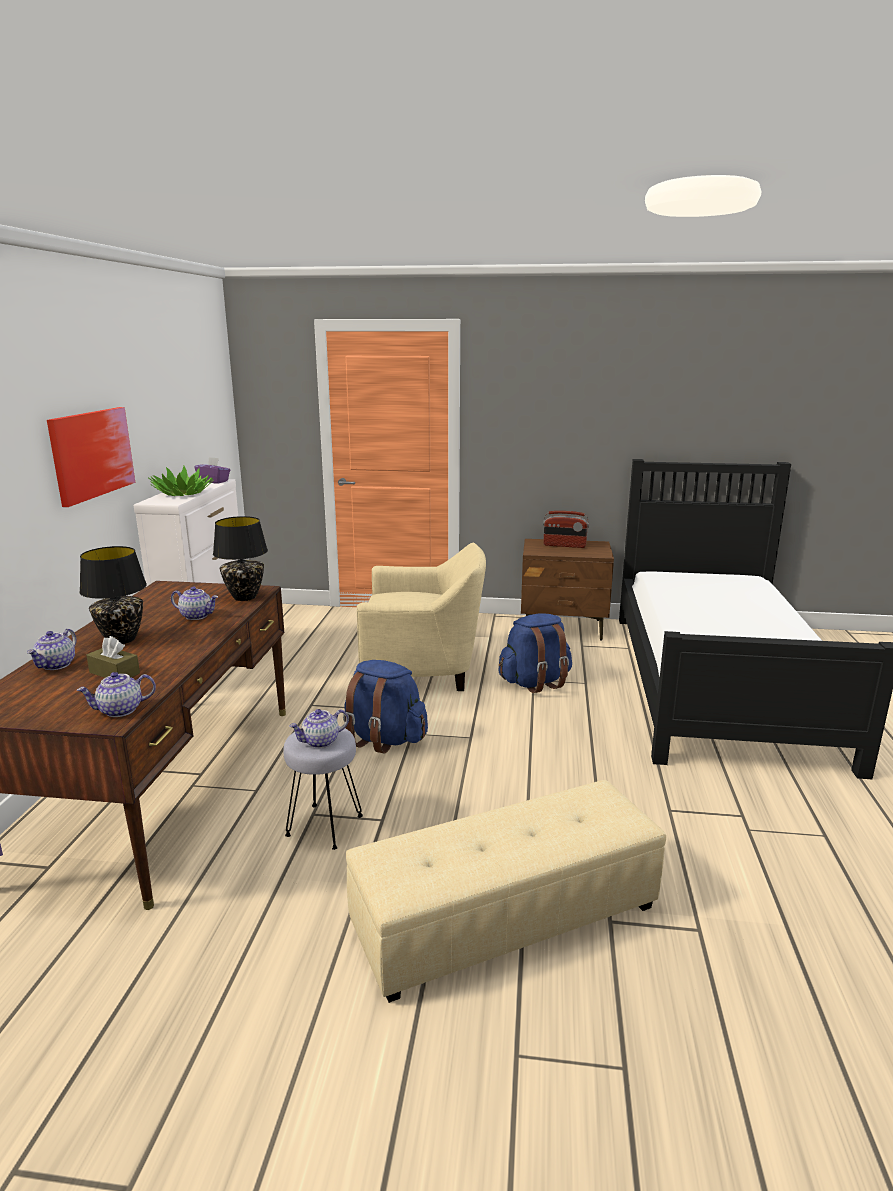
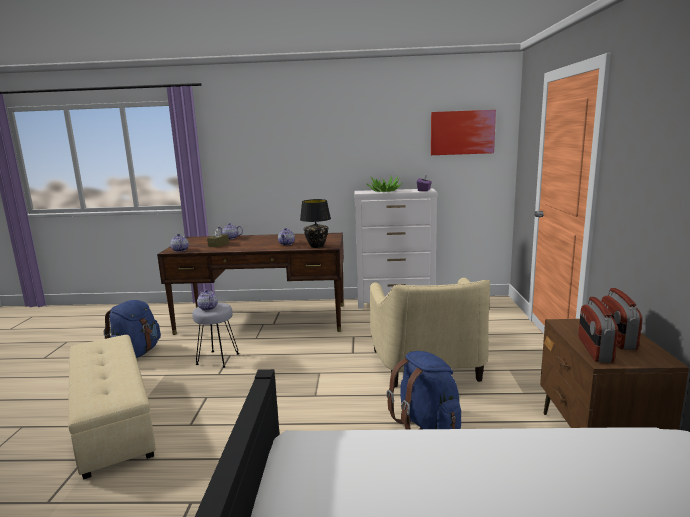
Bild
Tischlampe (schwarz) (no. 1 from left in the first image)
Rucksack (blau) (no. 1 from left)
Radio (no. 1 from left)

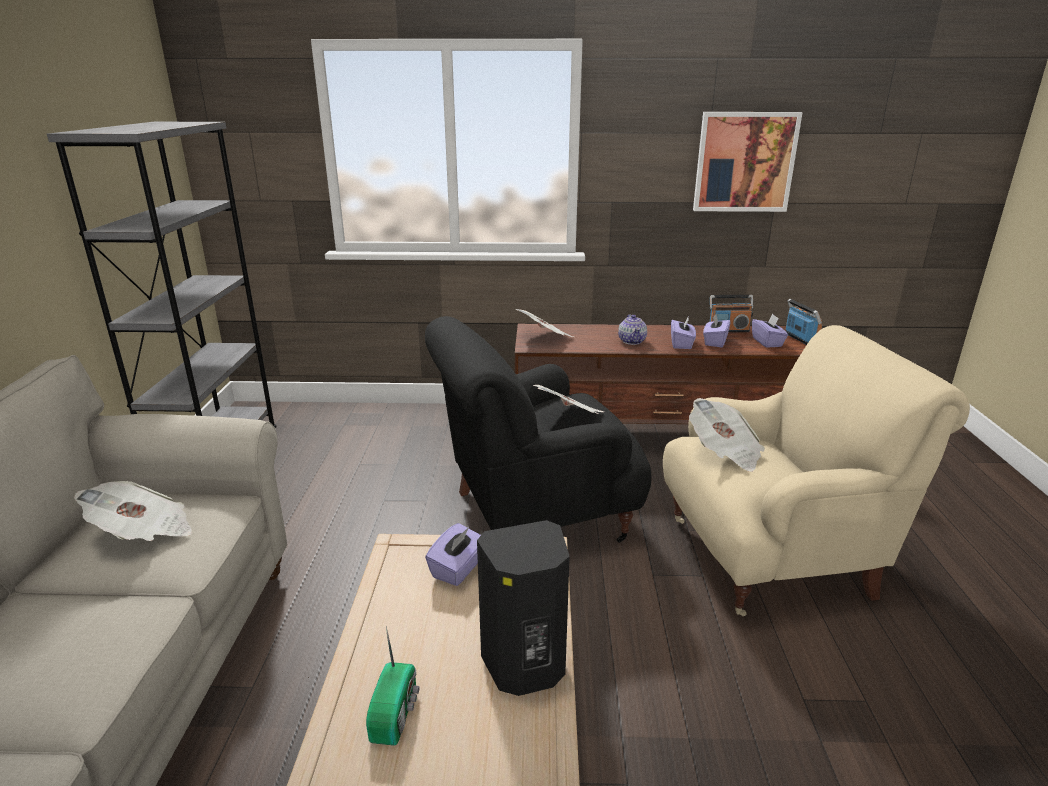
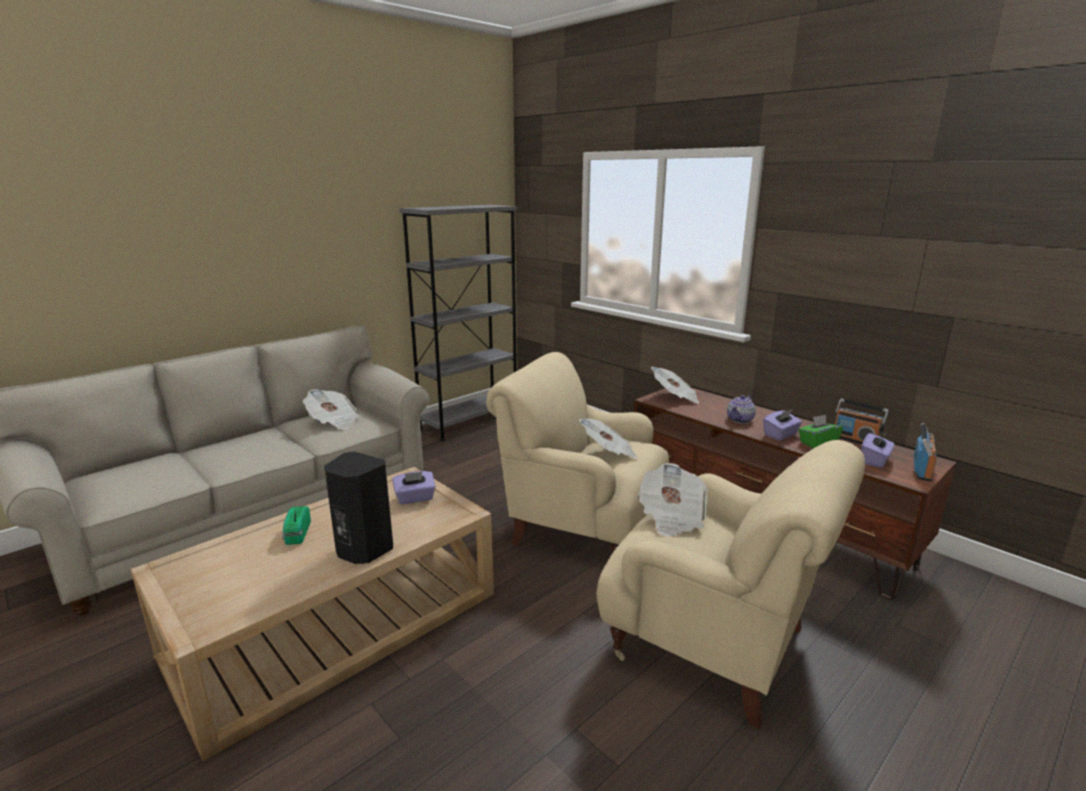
Bild
Taschentuchbox (grün)
Sessel (beige) (no. 1 from left)
Radio (no. 1 from left)

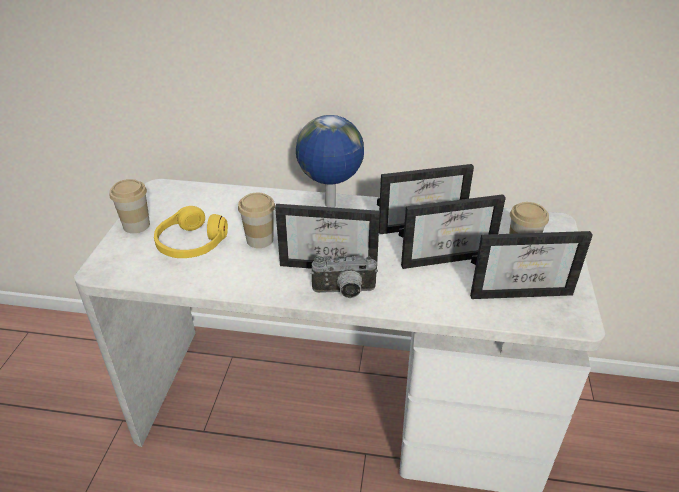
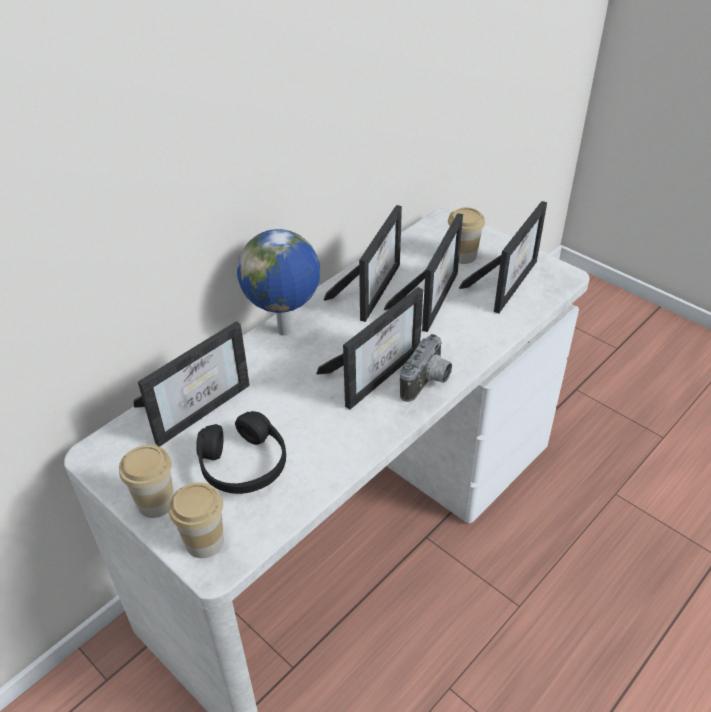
Tasse (no. 2 from left)
Kopfhörer (schwarz)
Bilderrahmen (no. 1 from left)

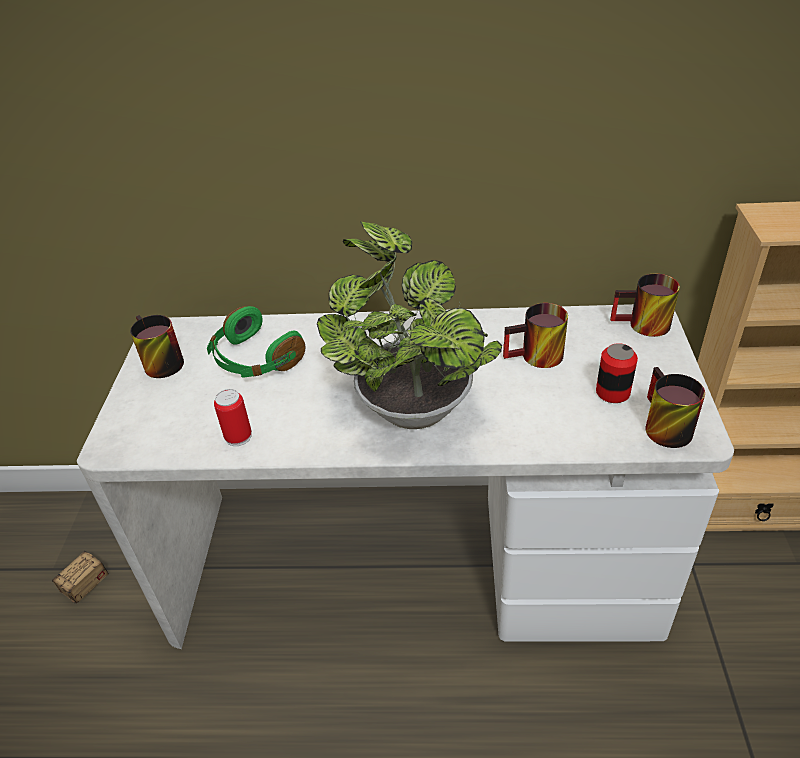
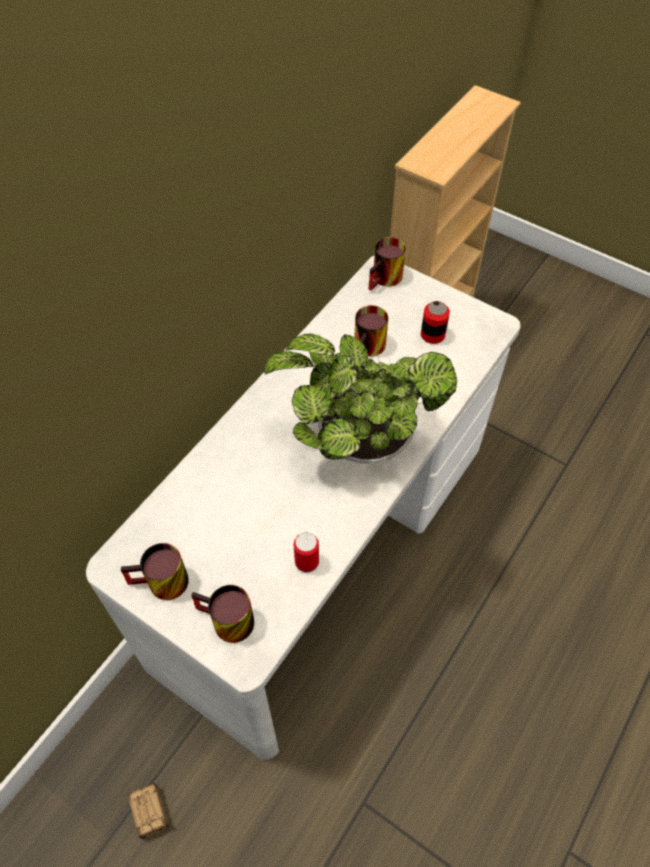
Kopfhörer (grün)
Henkelbecher (no. 2 from left)

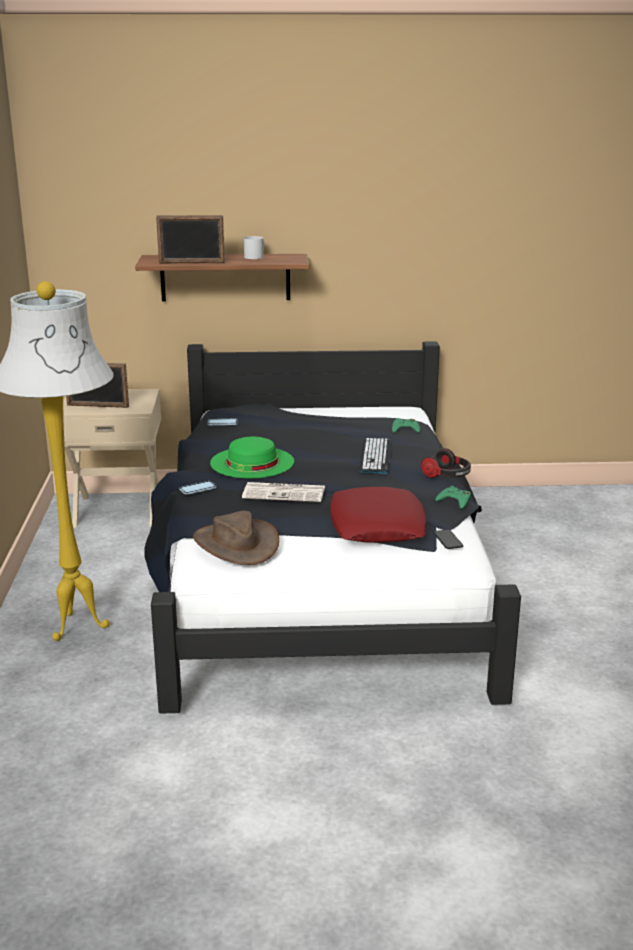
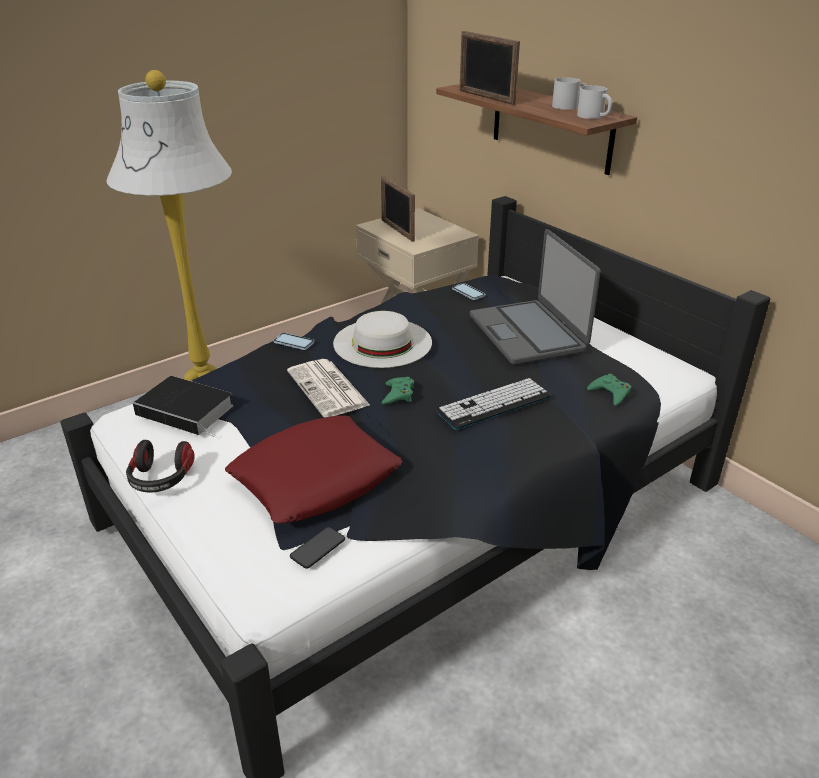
Hut (weiß)
Kopfhörer
Gamepad (grün) (no. 1 from left)
Buch
Henkelbecher (weiß) (no. 2 from left)
Laptop

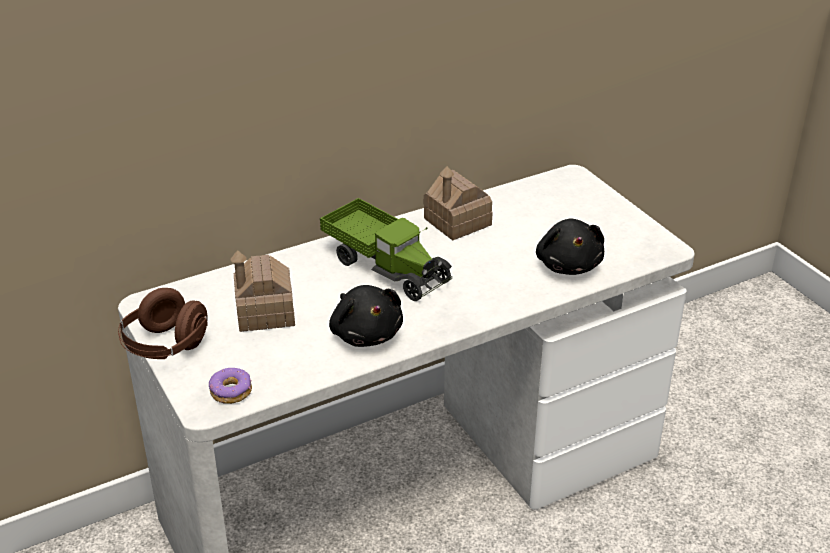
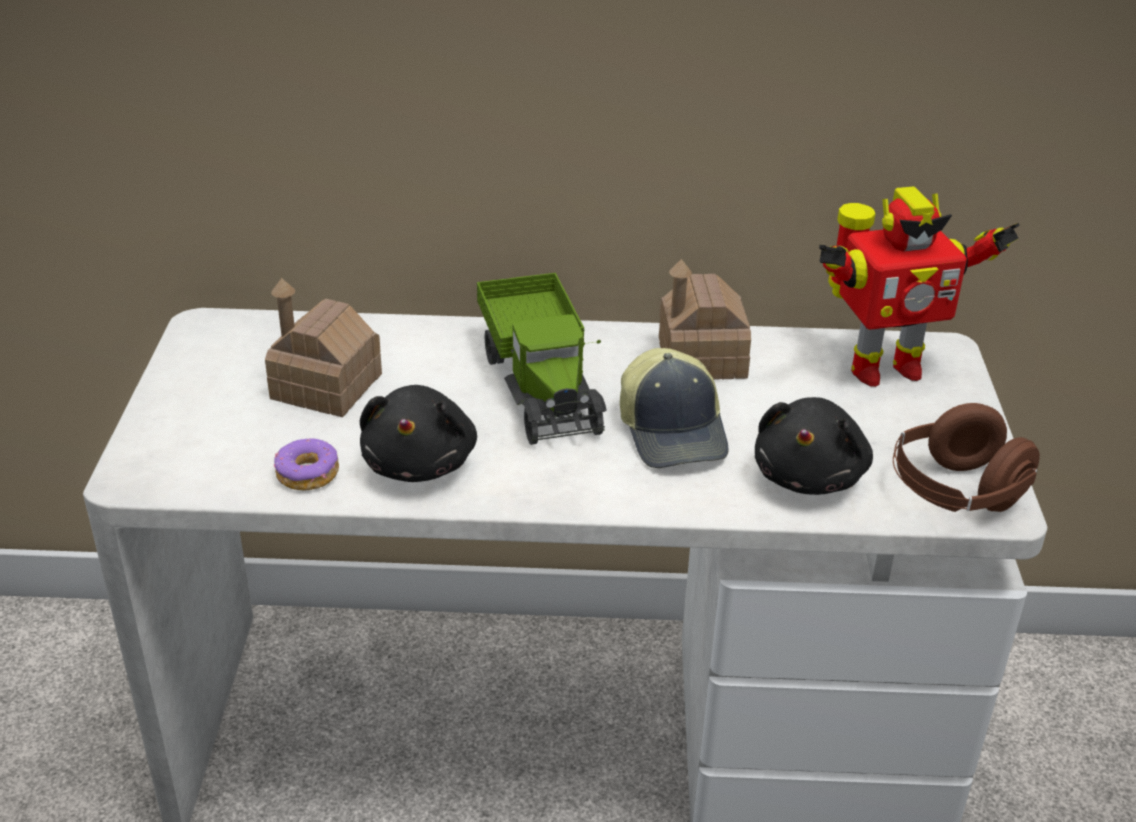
Kopfhörer (braun)
Donut
Spielzeugroboter
Kappe

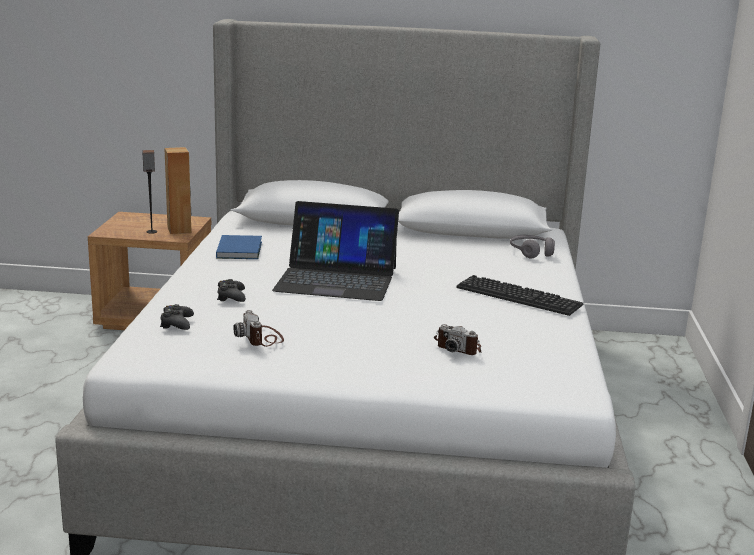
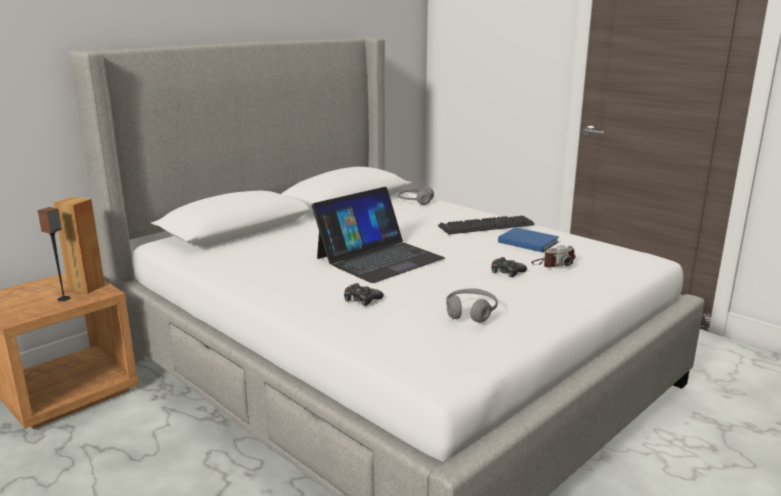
Buch (blau)
Gamepad (schwarz) (no. 2 from left)
Kopfhörer (grau) (no. 2 from left)

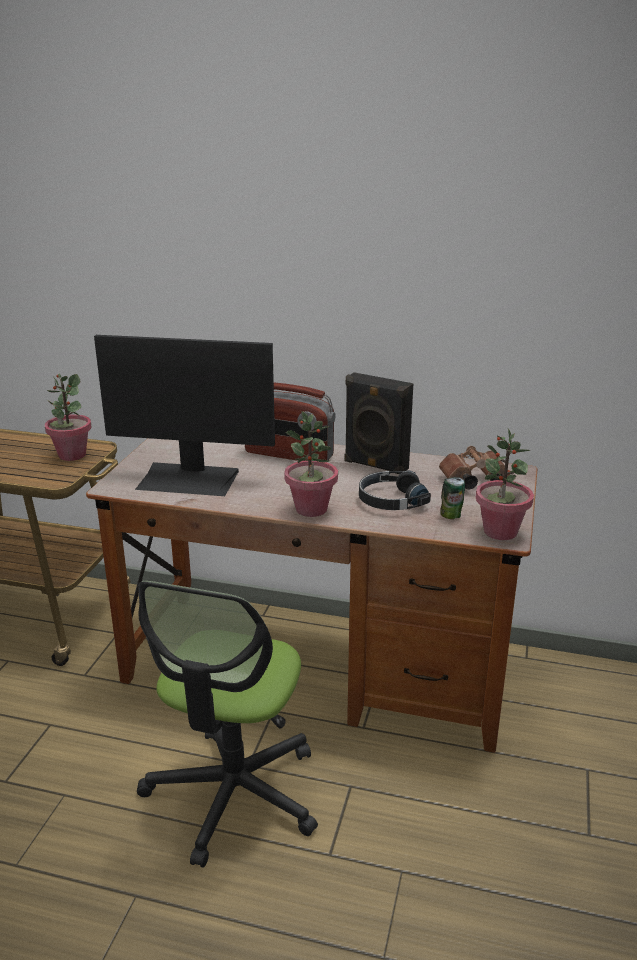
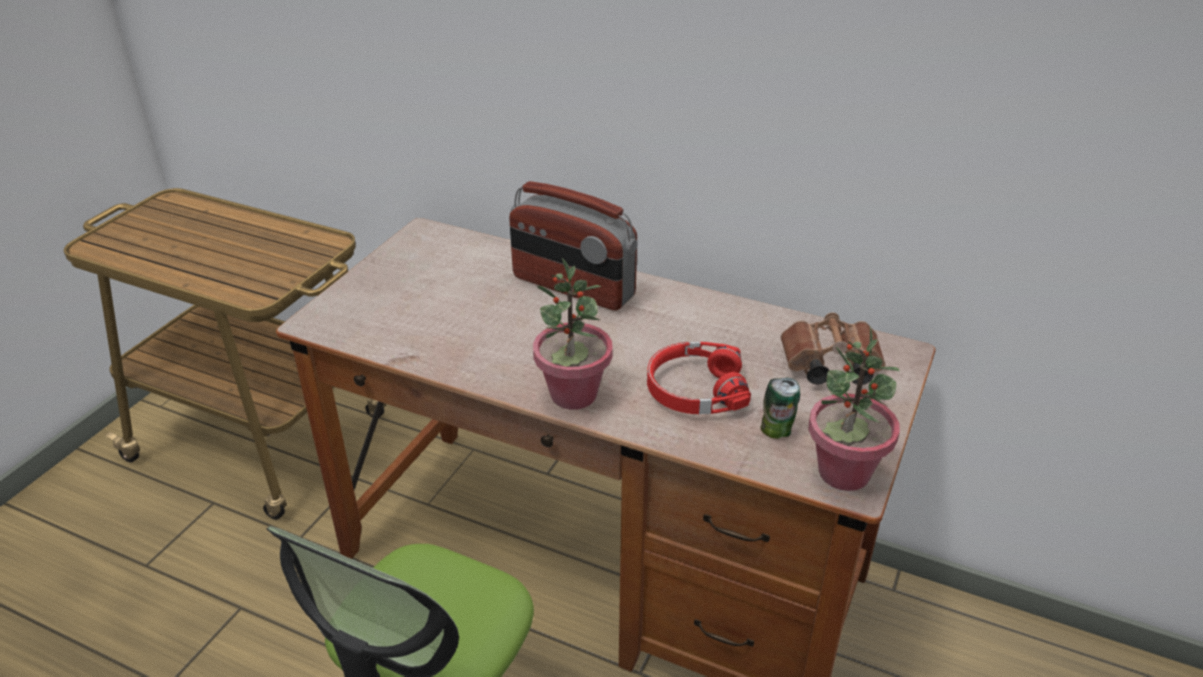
Monitor
Lautsprecher (schwarz)
Topfpflanze (no. 1 from left in the first image)
Kopfhörer (rot)

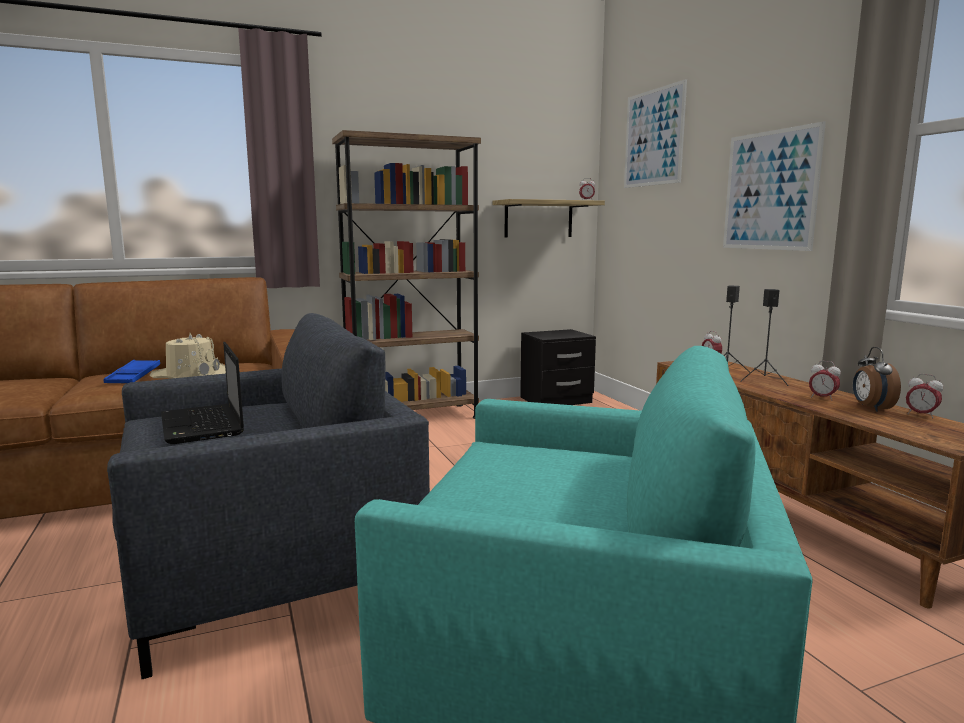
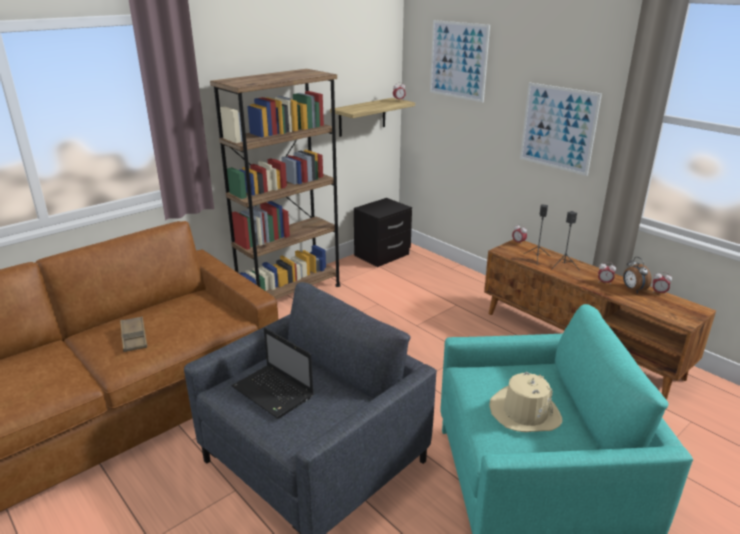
Hut (beige)
Tablett (braun)

